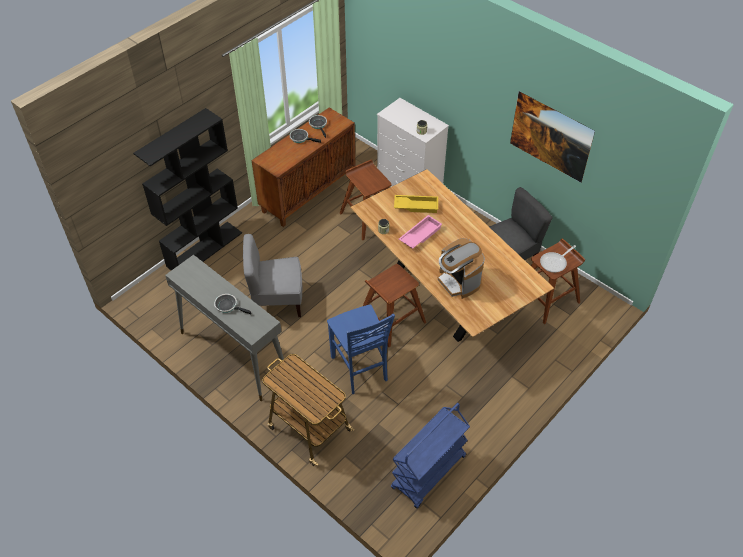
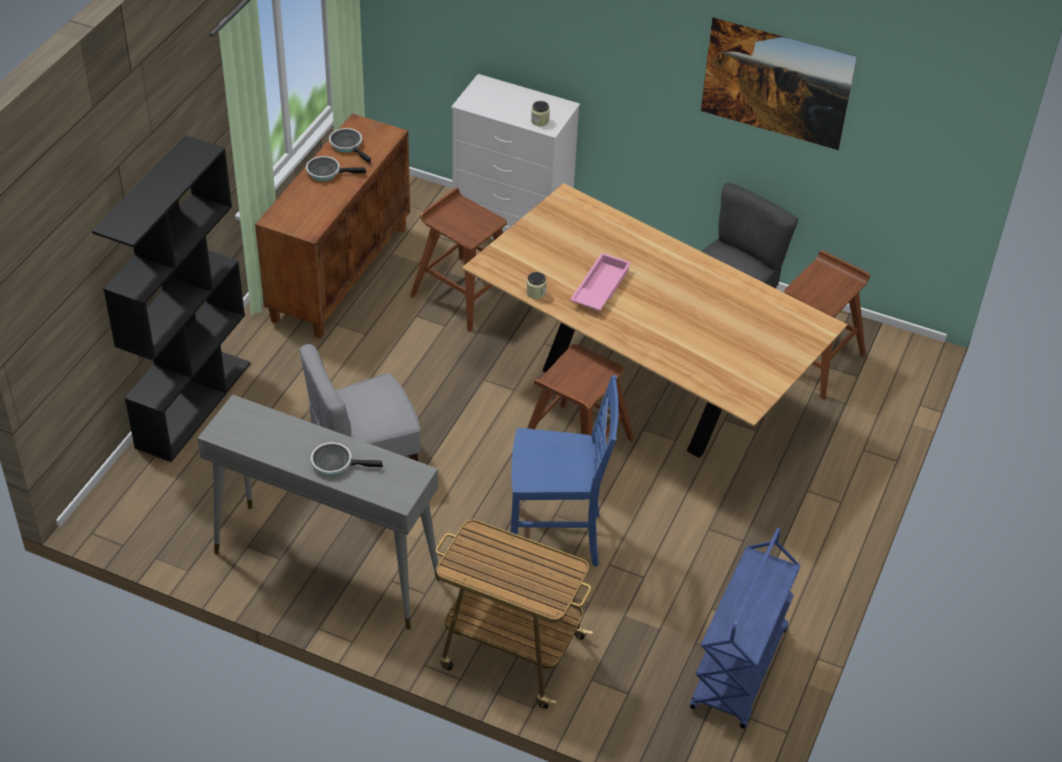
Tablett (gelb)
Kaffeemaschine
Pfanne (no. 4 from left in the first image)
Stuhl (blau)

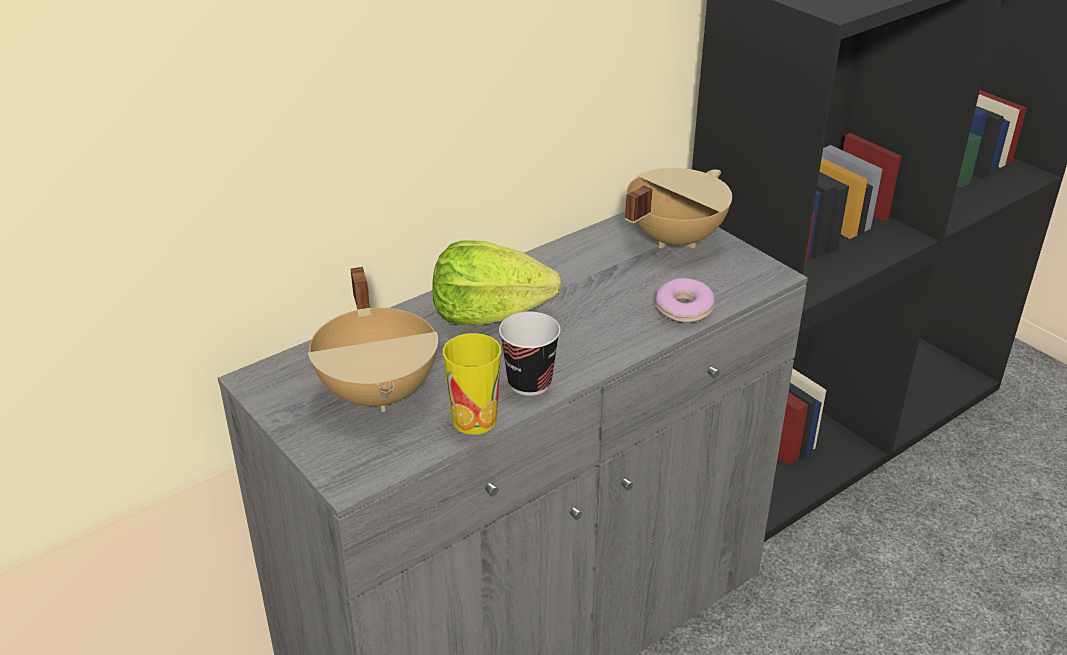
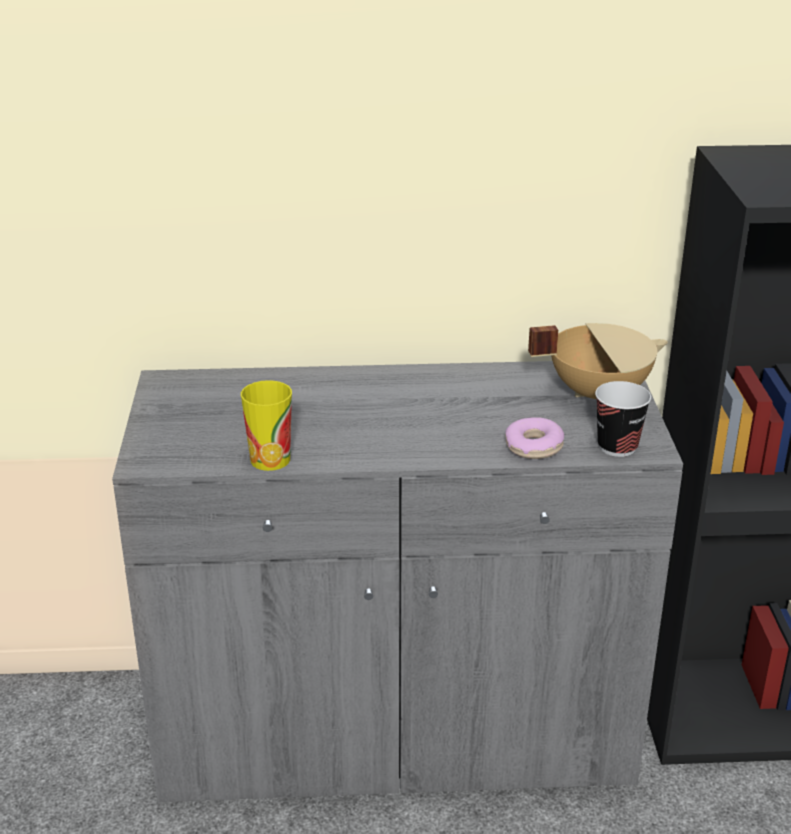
Salatkopf
Kochtopf (beige) (no. 1 from left in the first image)
Tasse (no. 2 from left)

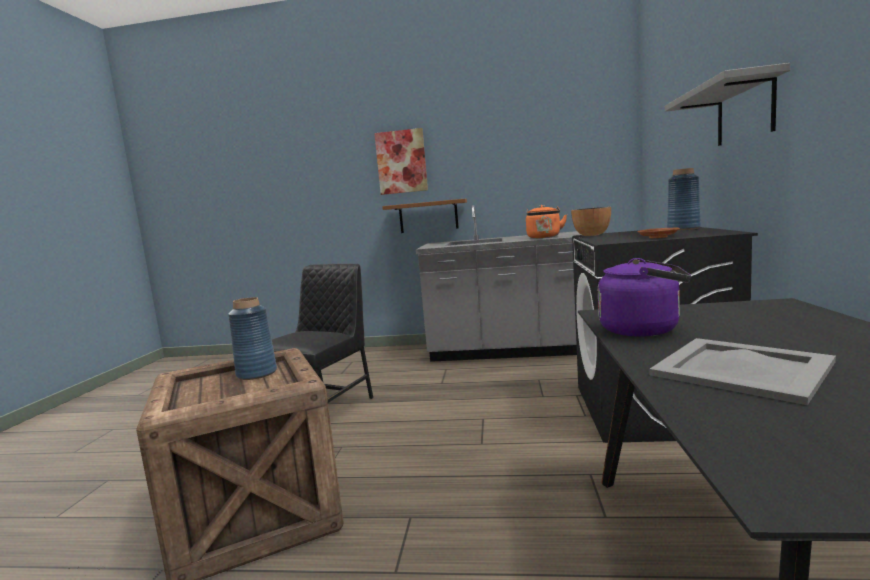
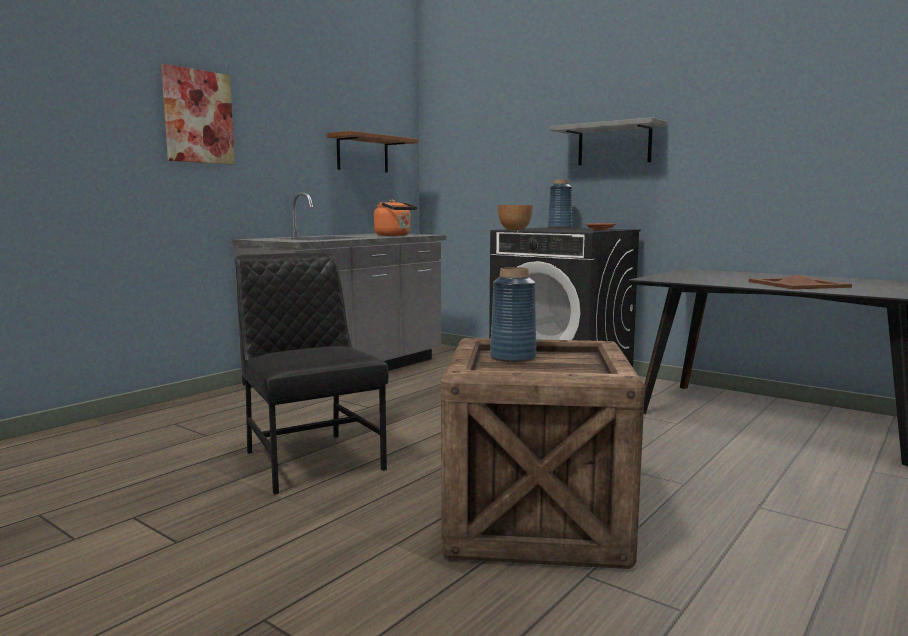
Wandregal (braun)
Wasserkessel (lila)
Tablett (braun)

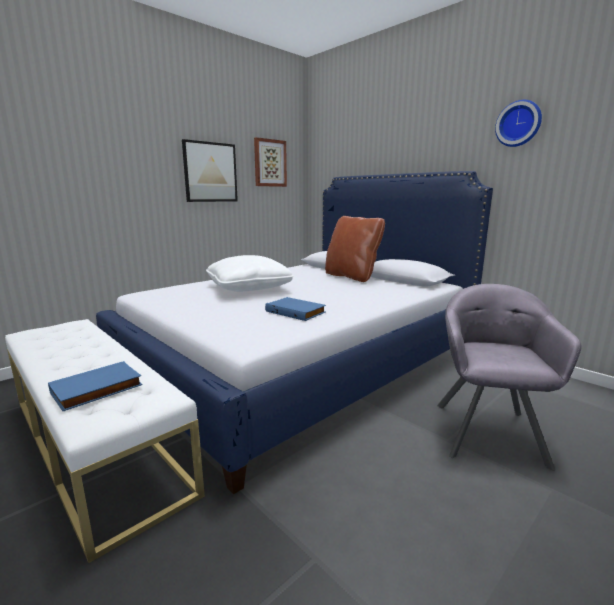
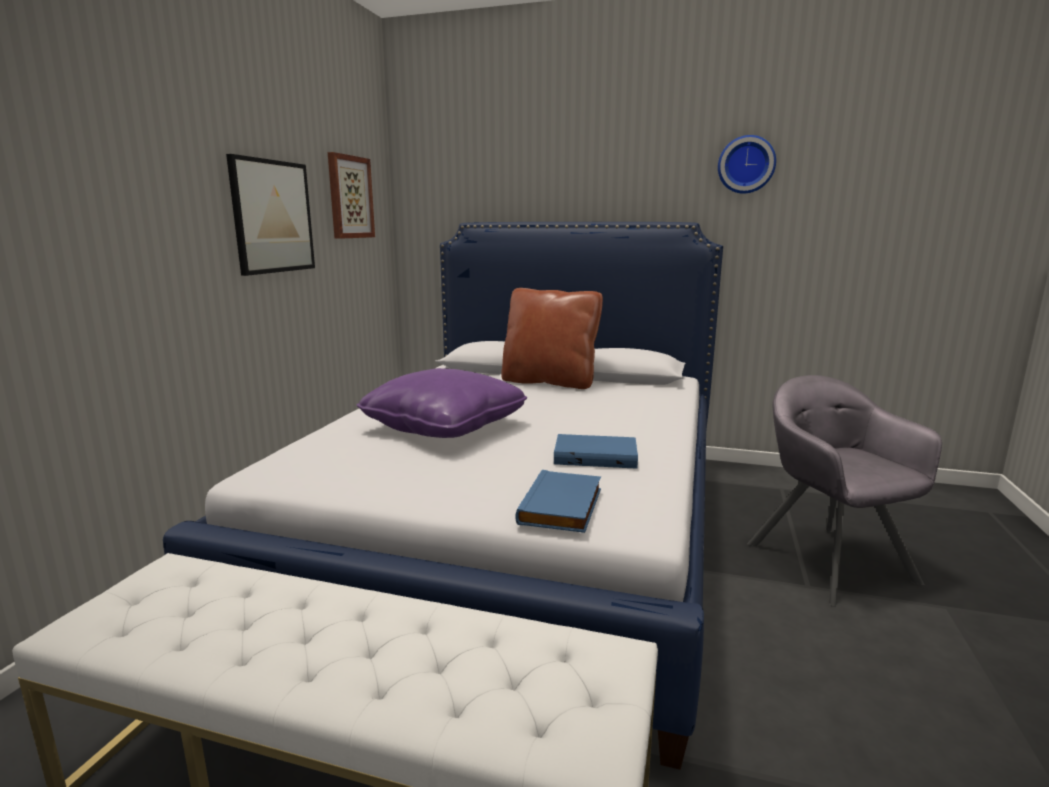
Kissen (lila)
Buch (blau) (no. 1 from left)

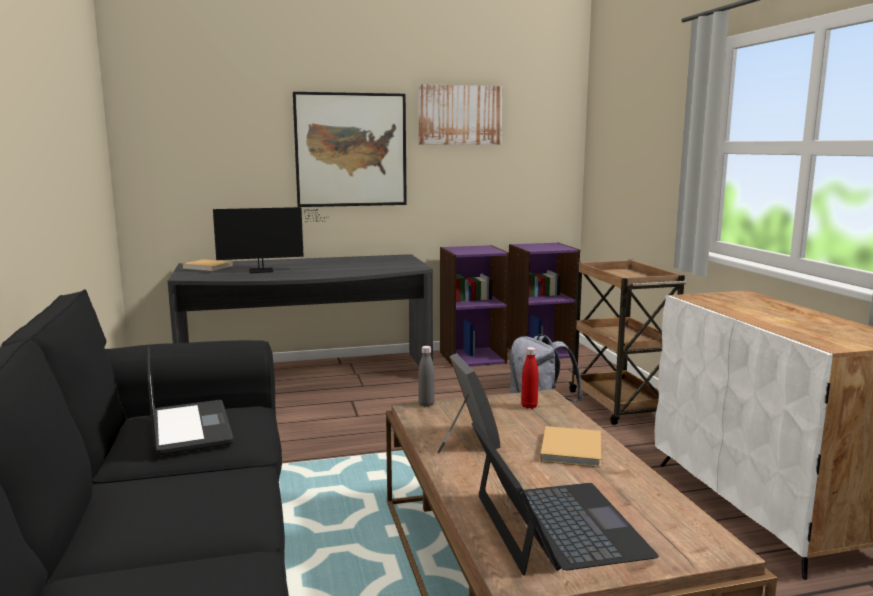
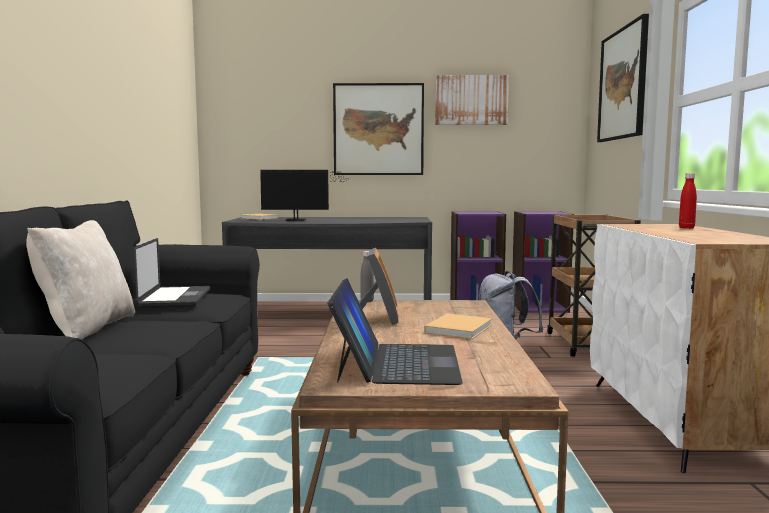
Flasche (rot)
Bild (no. 3 from left)
Kissen (beige)

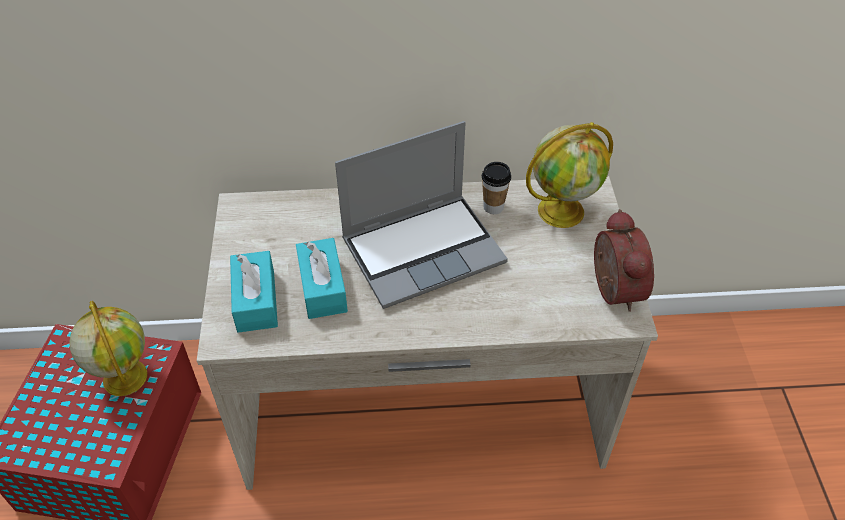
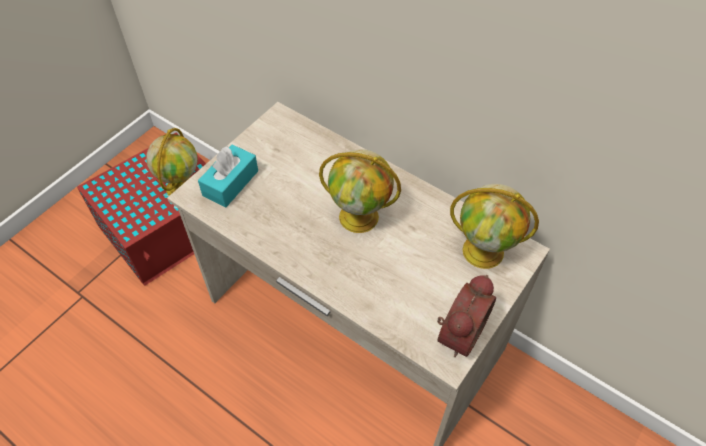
Globus (no. 2 from left)
Tasse
Taschentuchbox (türkis) (no. 2 from left in the first image)

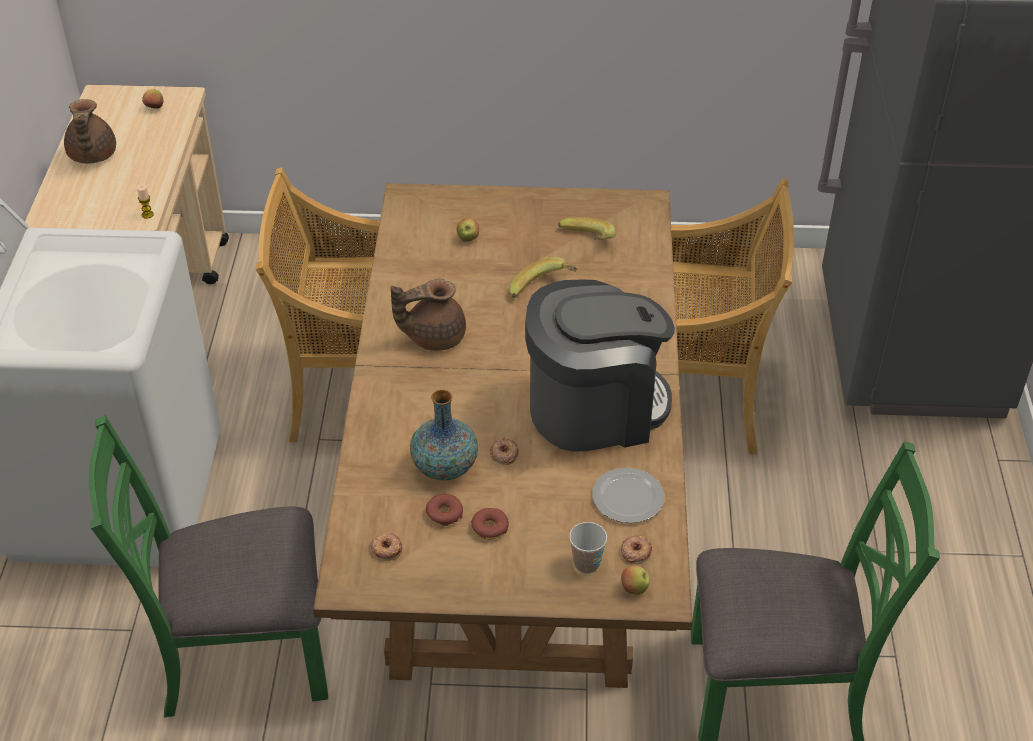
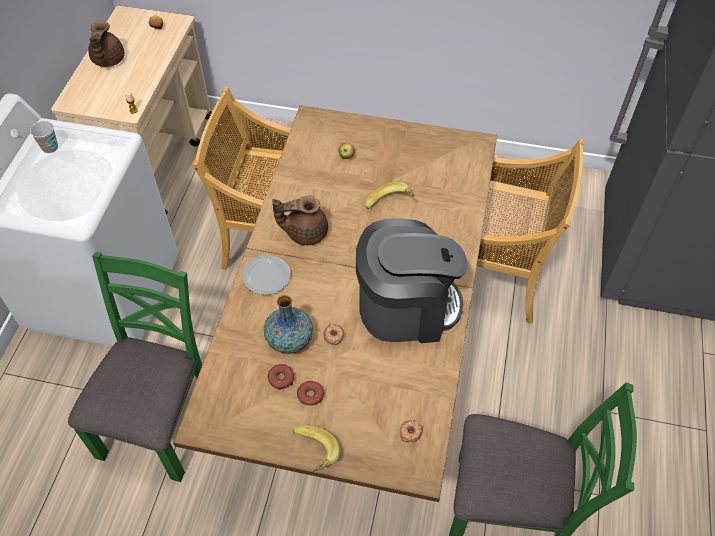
Banane (no. 1 from left)
Stuhl (grün) (no. 1 from left)
Teller
Tasse
Donut (no. 1 from left in the first image)
Apfel (no. 3 from left in the first image)

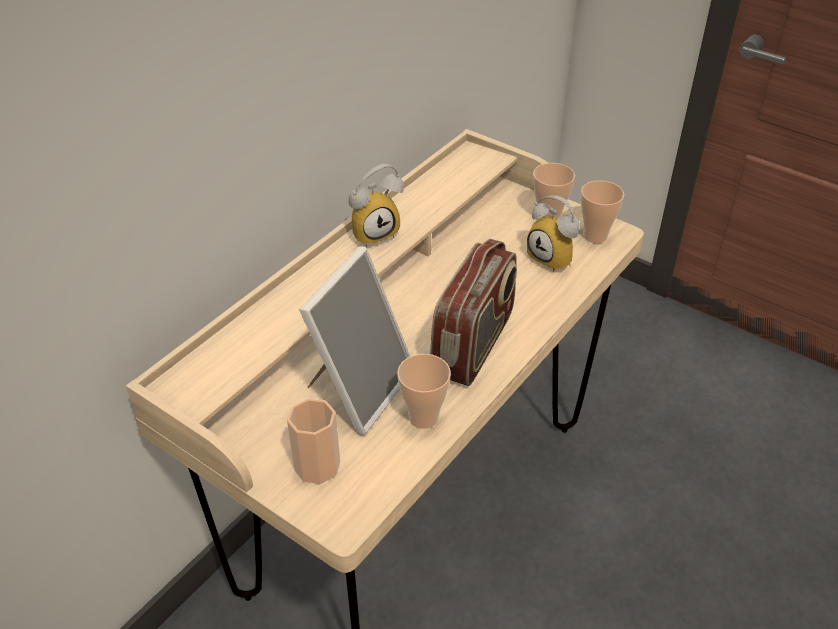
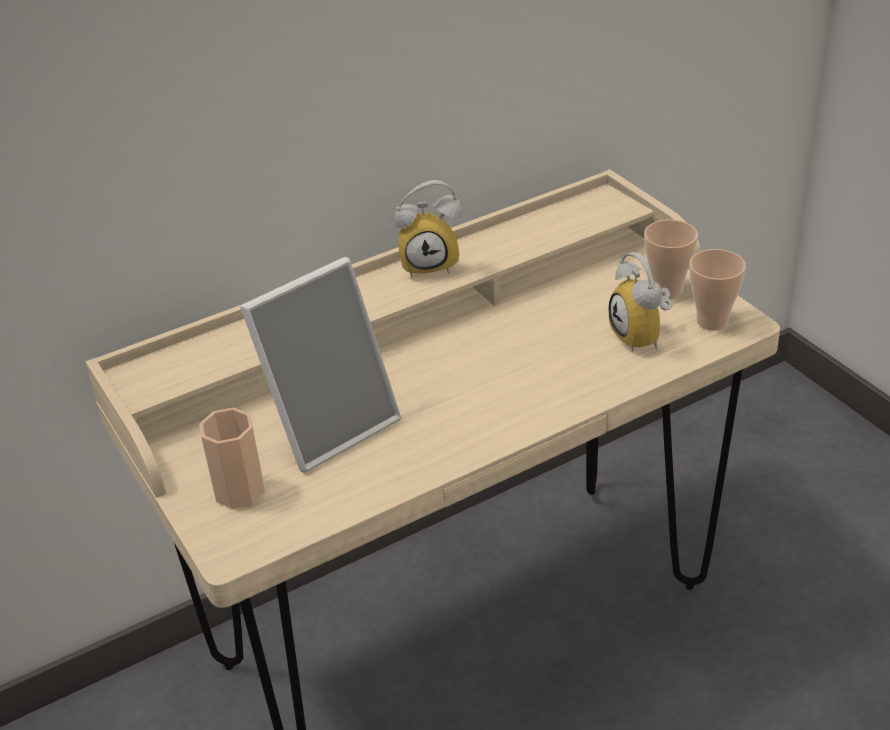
Radio
Tasse (no. 2 from left in the first image)

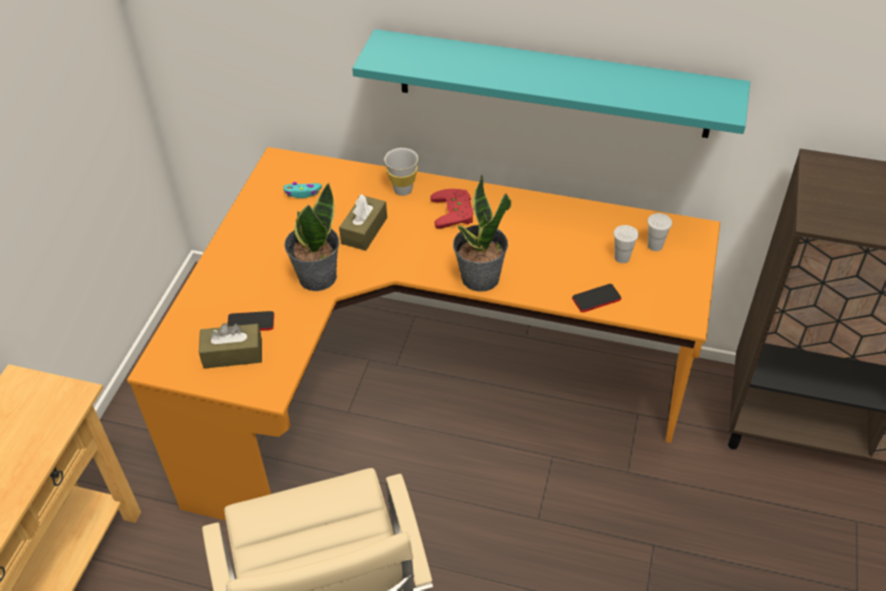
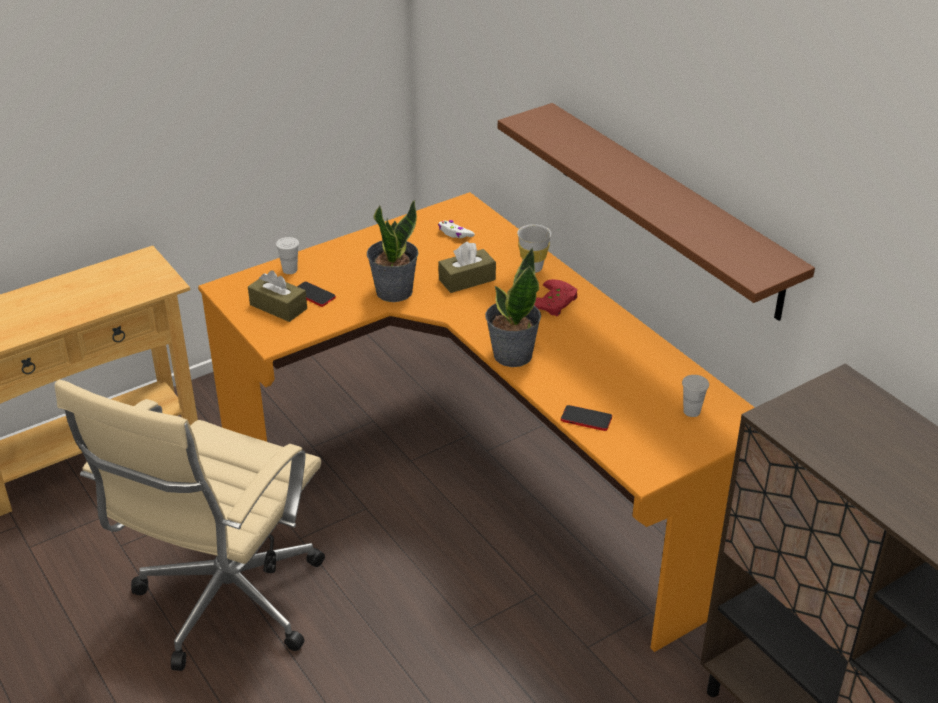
Wandregal (braun)
Gamepad (weiß)
Tasse (weiß) (no. 1 from left)

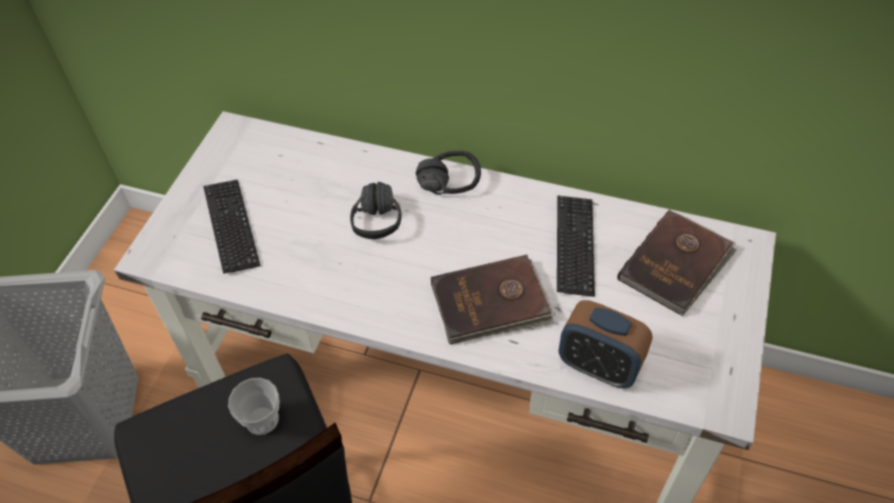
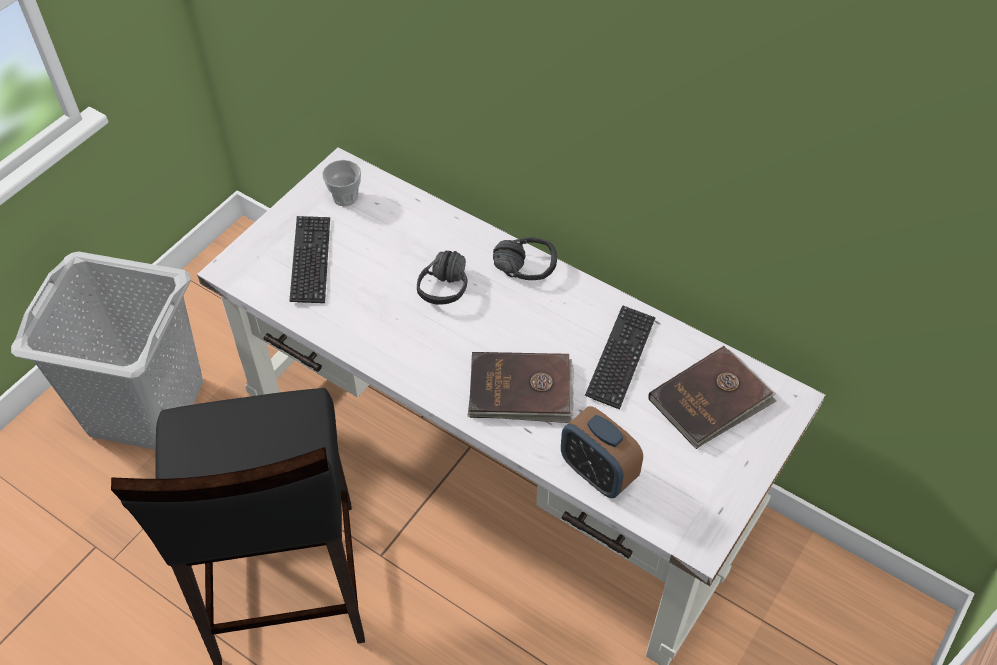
Tasse

